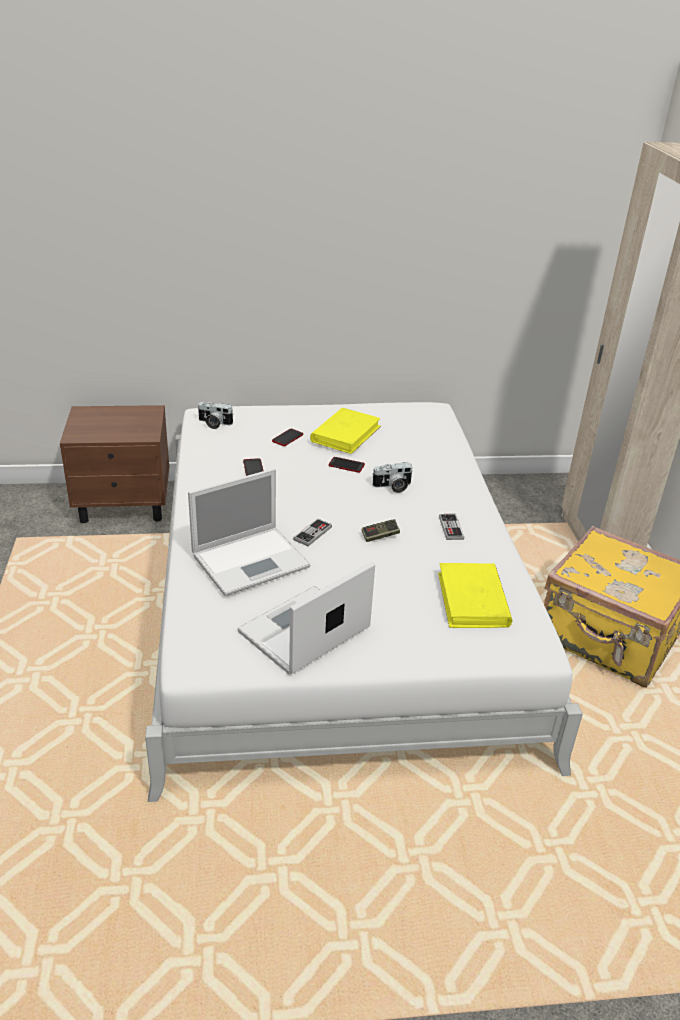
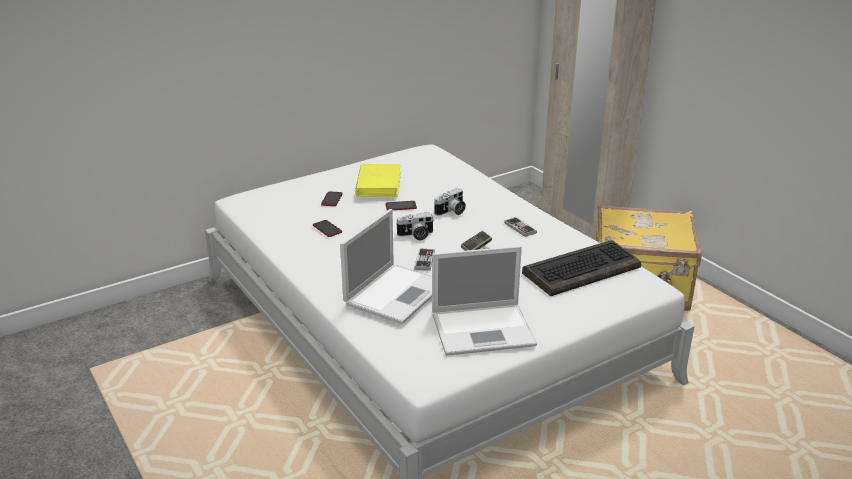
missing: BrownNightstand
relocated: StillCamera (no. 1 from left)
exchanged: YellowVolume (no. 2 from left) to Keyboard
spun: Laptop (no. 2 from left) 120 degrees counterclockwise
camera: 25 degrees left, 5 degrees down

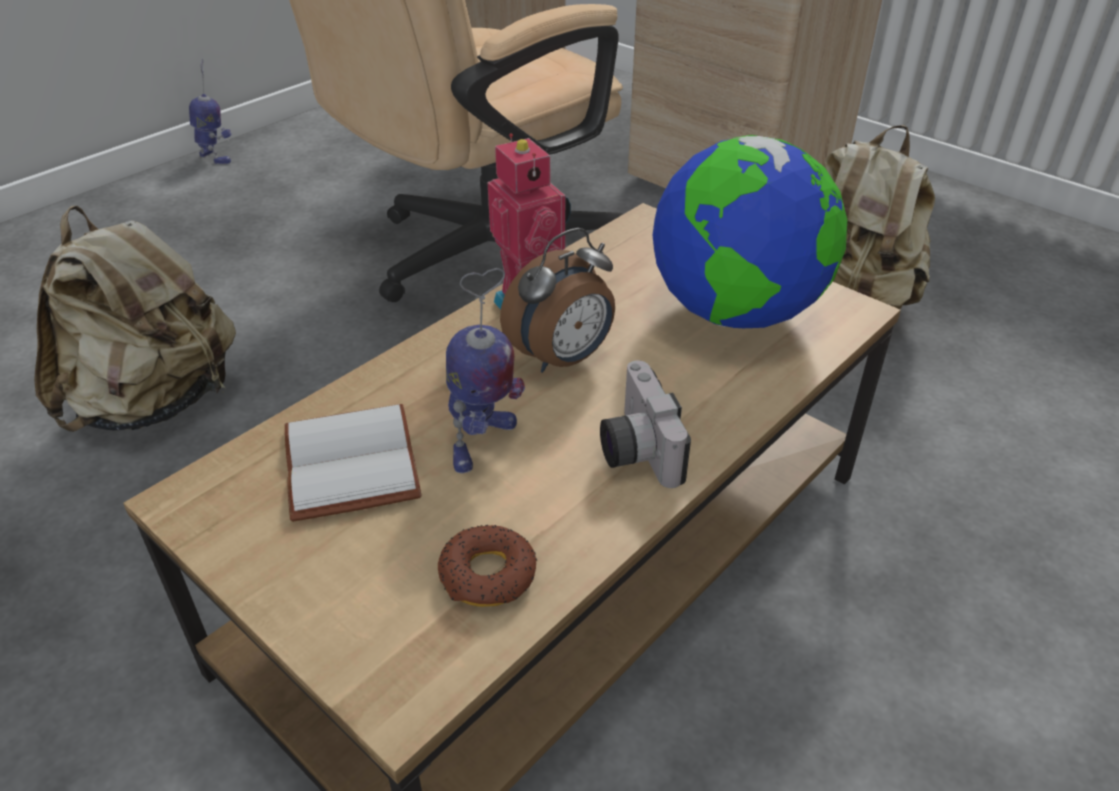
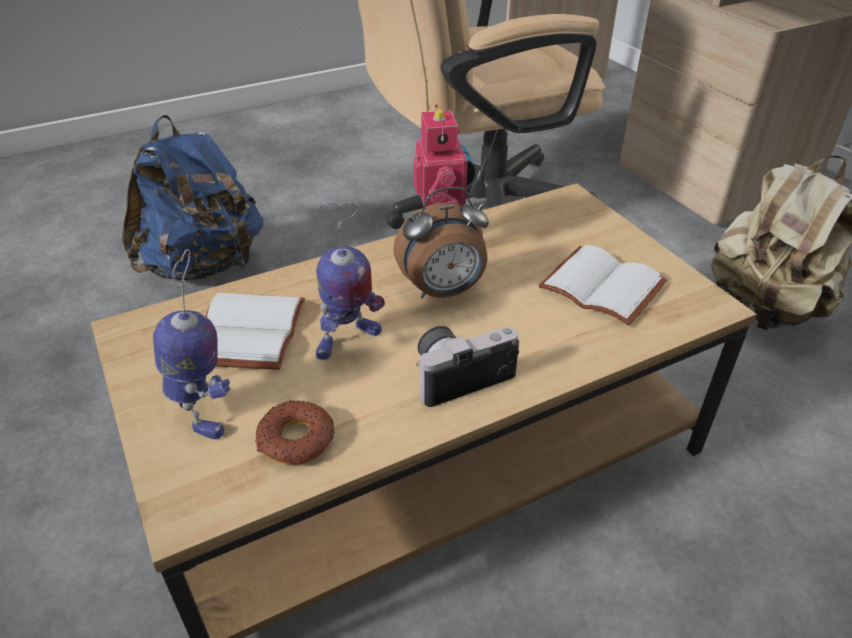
relocated: RobotFigure (no. 1 from left)
exchanged: DeskGlobe to WhiteColouredVolume (no. 2 from left)
colour: BeigeColouredRucksack (no. 1 from left) to BlueRucksack
spun: StillCamera 60 degrees clockwise
camera: 20 degrees right, 0 degrees up

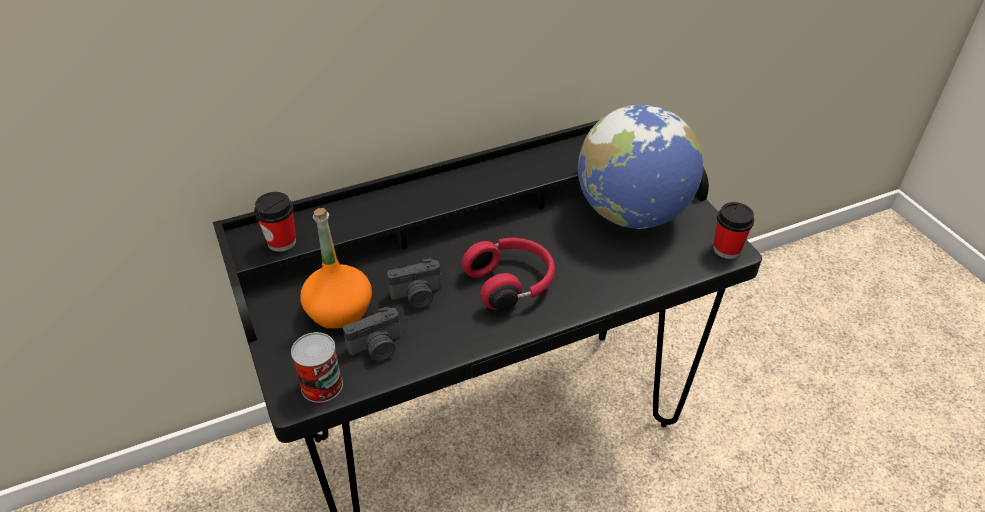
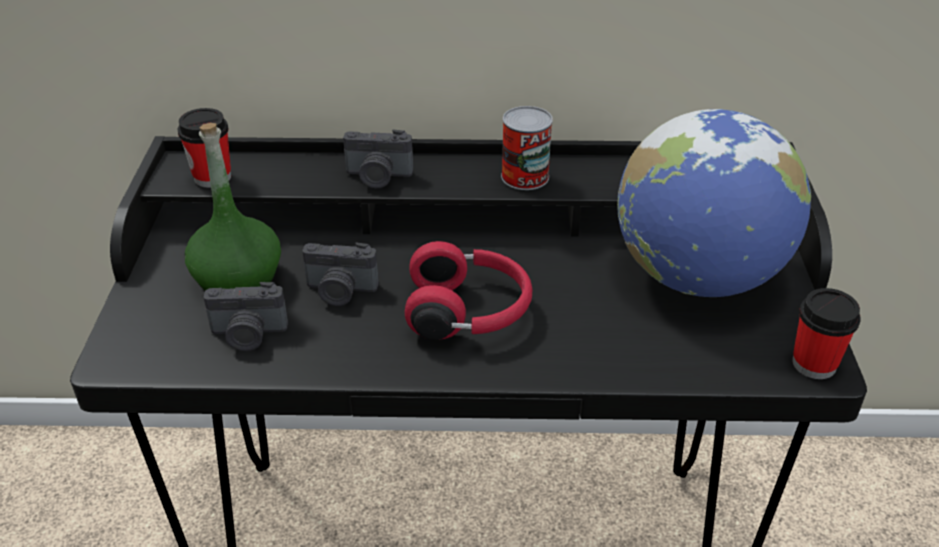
appeared: StillCamera (no. 3 from left)
relocated: Can
colour: OrangeColouredDrinkBottle to GreenColouredDrinkBottle
camera: 25 degrees right, 5 degrees down

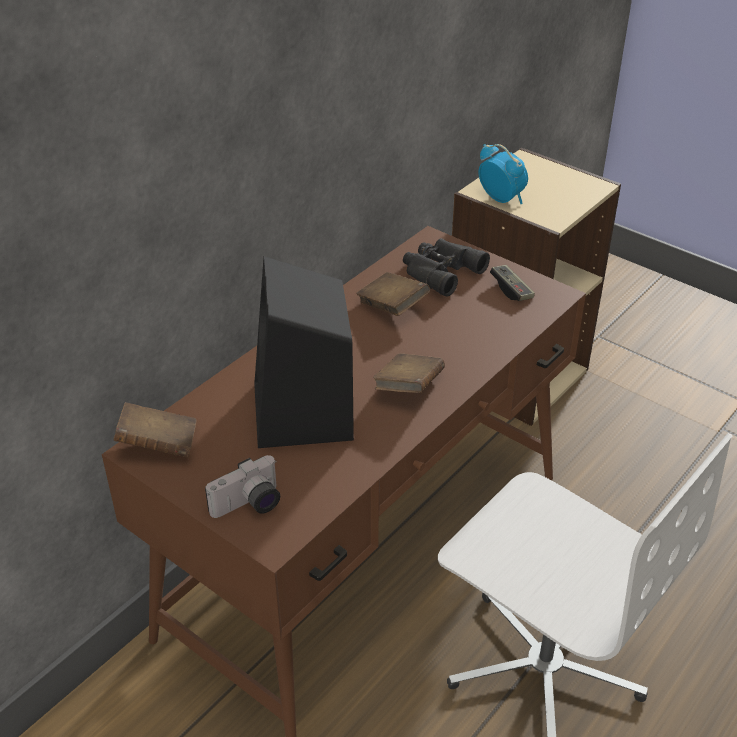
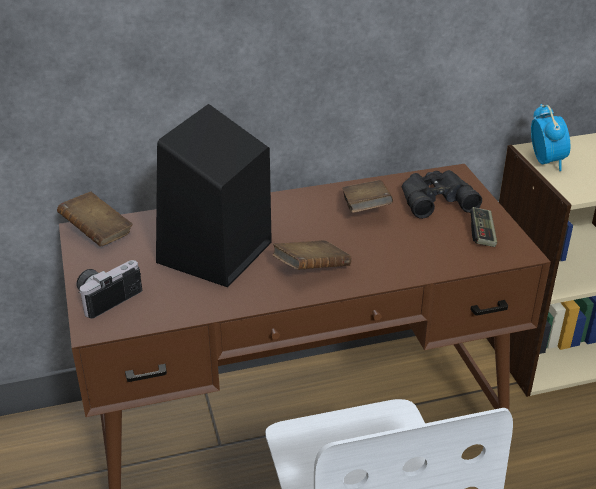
spun: StillCamera 135 degrees clockwise
camera: 35 degrees right, 5 degrees down

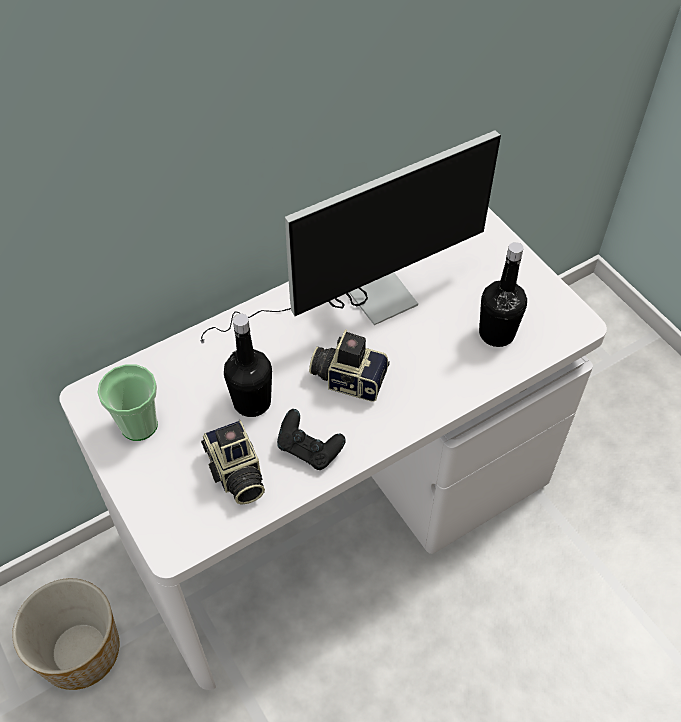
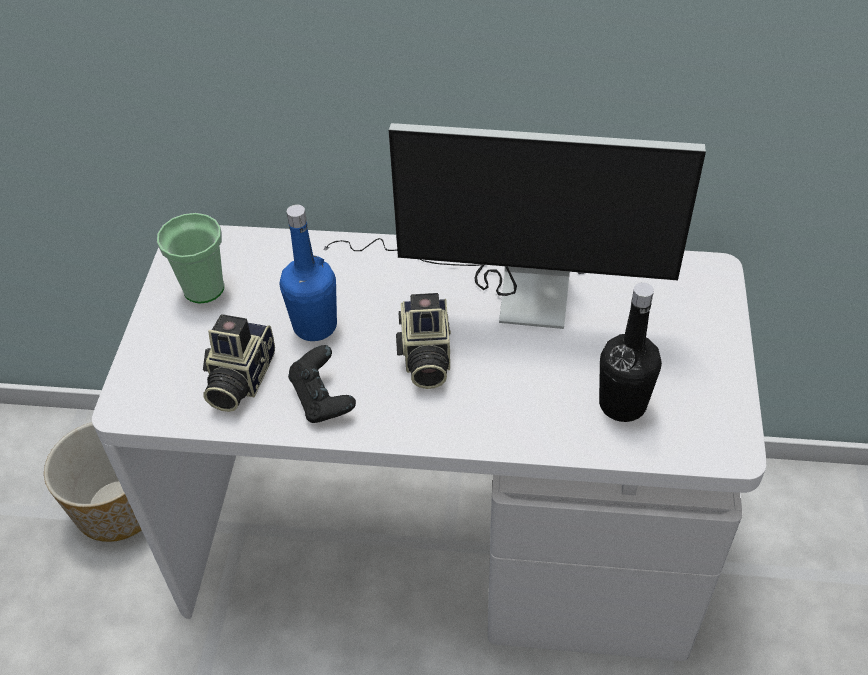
colour: BlackColouredDrinkBottle (no. 1 from left) to BlueDrinkBottle
spun: StillCamera (no. 2 from left) 150 degrees counterclockwise
camera: 40 degrees right, 5 degrees down

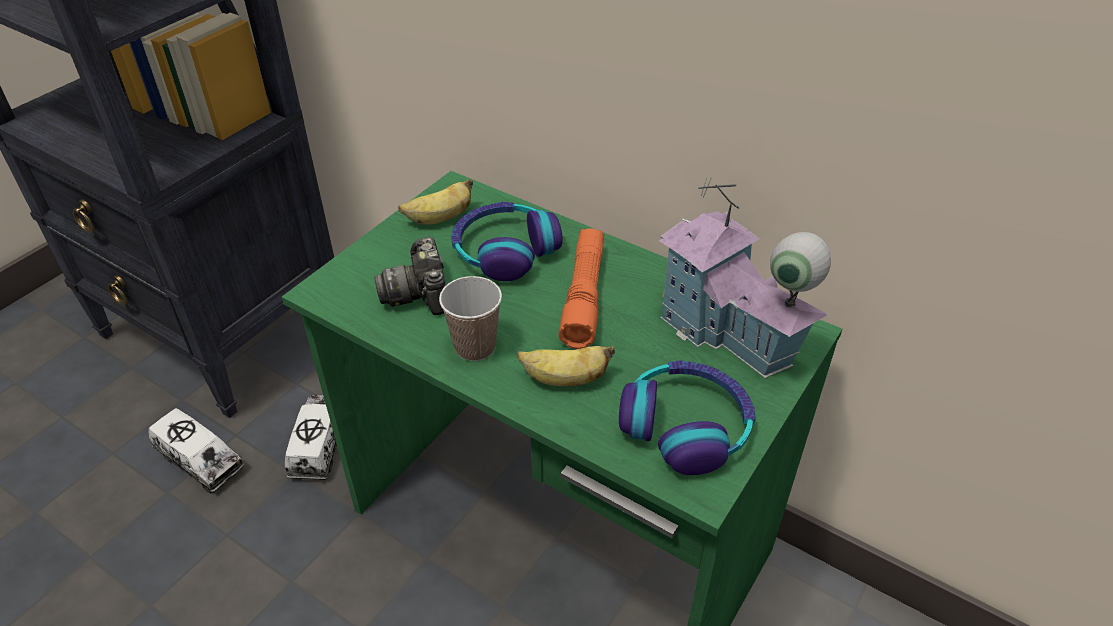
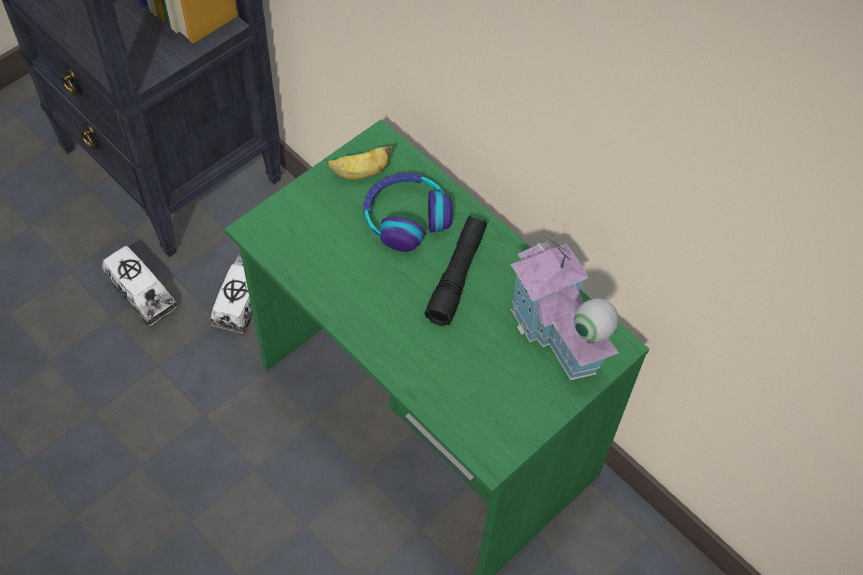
missing: StillCamera; Cup; BananaFruit (no. 2 from left); Headphones (no. 2 from left)
colour: OrangeColouredHandTorch to BlackColouredHandTorch
camera: 10 degrees right, 15 degrees up

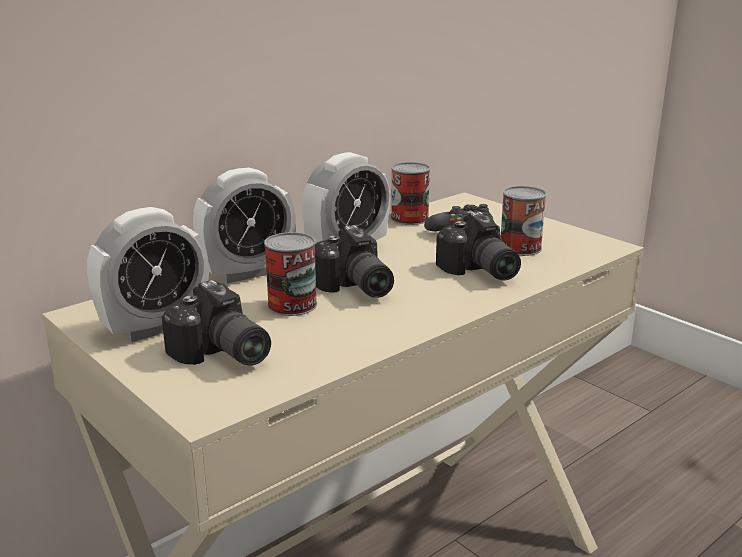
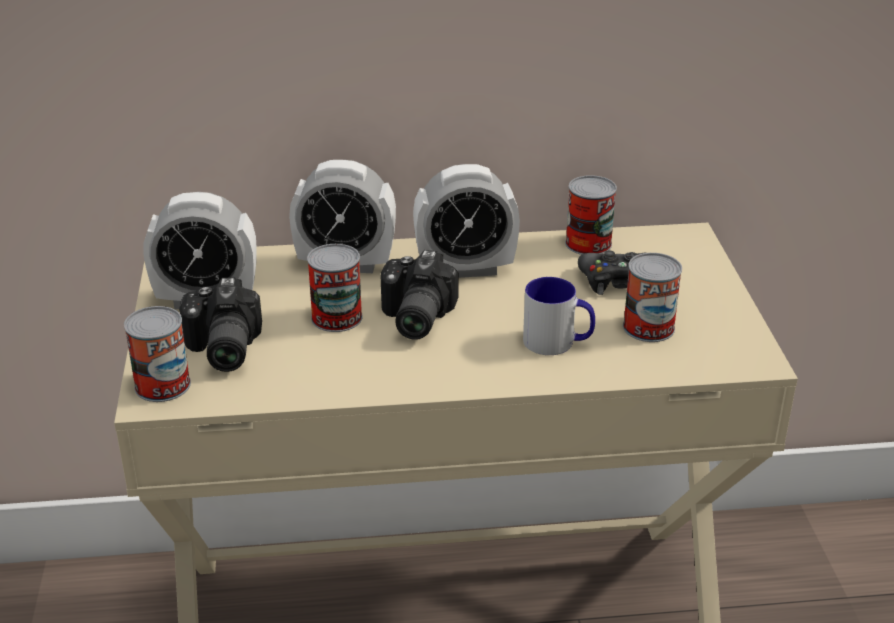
appeared: Can (no. 1 from left)
exchanged: StillCamera (no. 3 from left) to Mug
camera: 35 degrees right, 10 degrees up

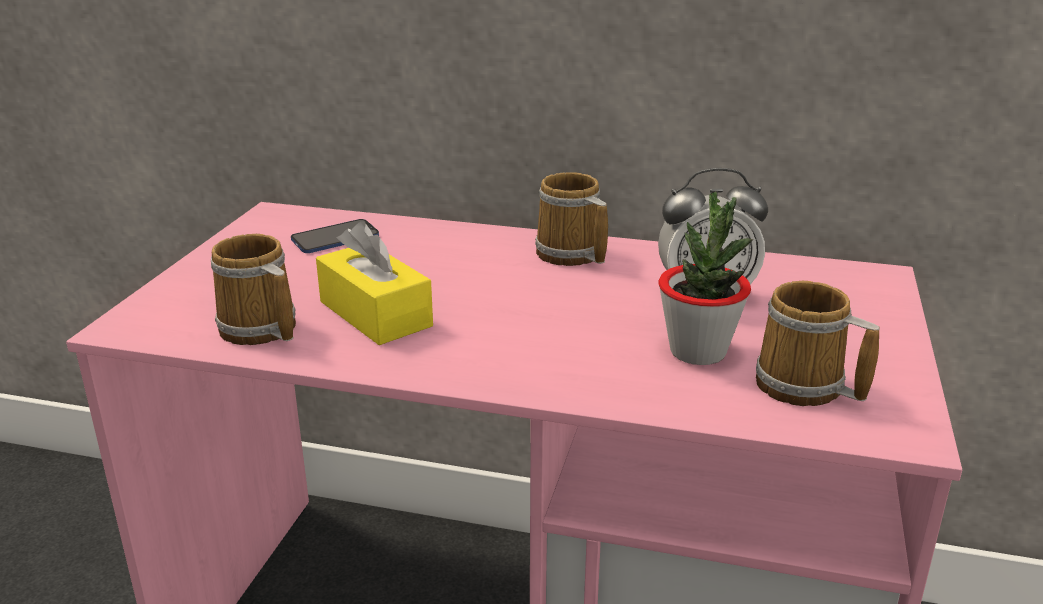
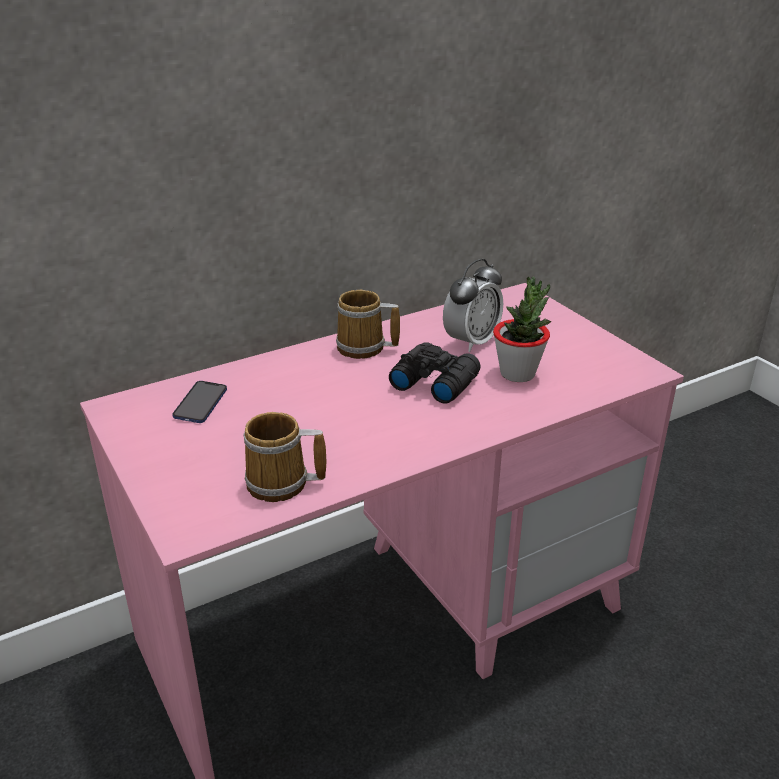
missing: YellowBoxOfTissues; Mug (no. 3 from left)
appeared: BlackColouredFieldGlasses
camera: 45 degrees left, 5 degrees up

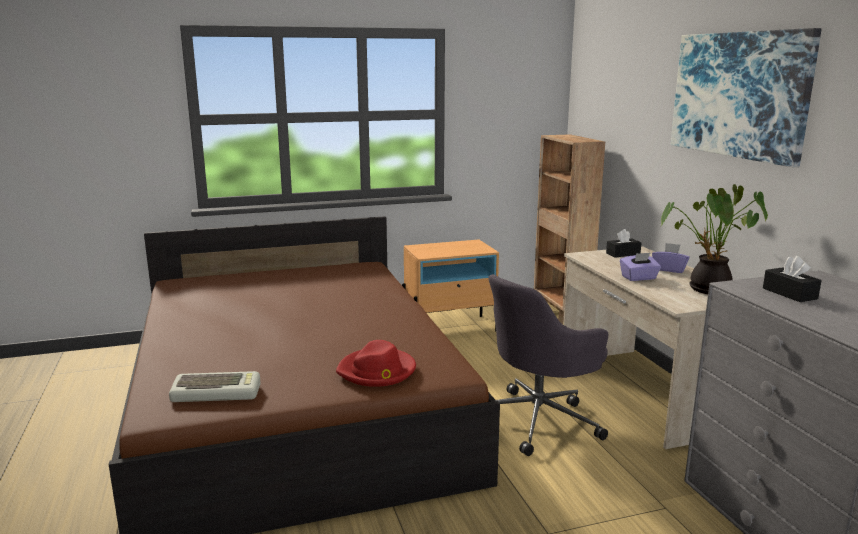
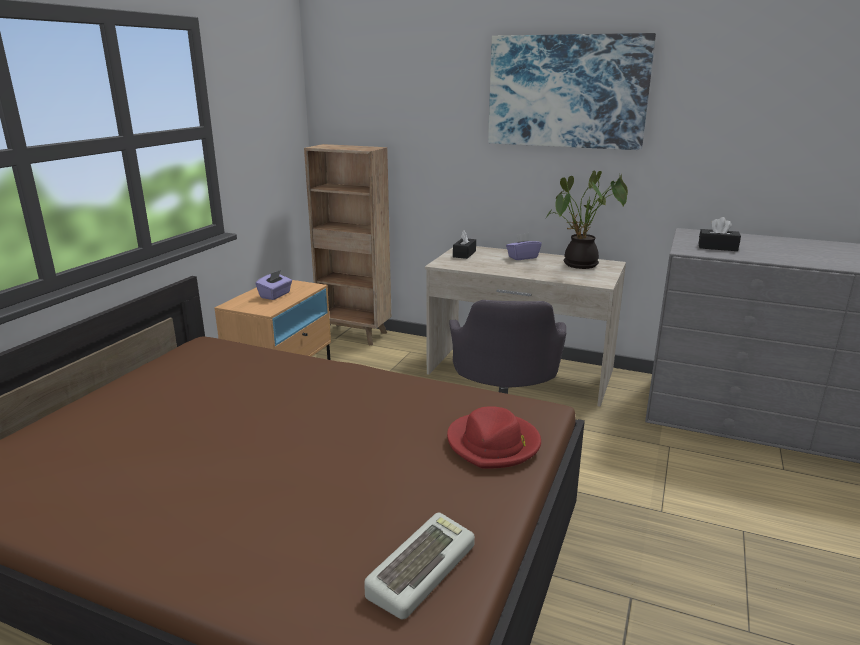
relocated: PurplishBoxOfTissues (no. 1 from left)
camera: 50 degrees left, 5 degrees up

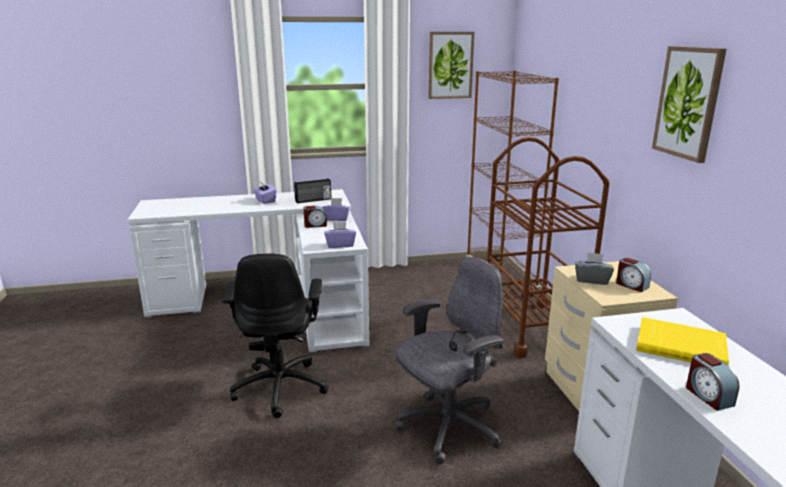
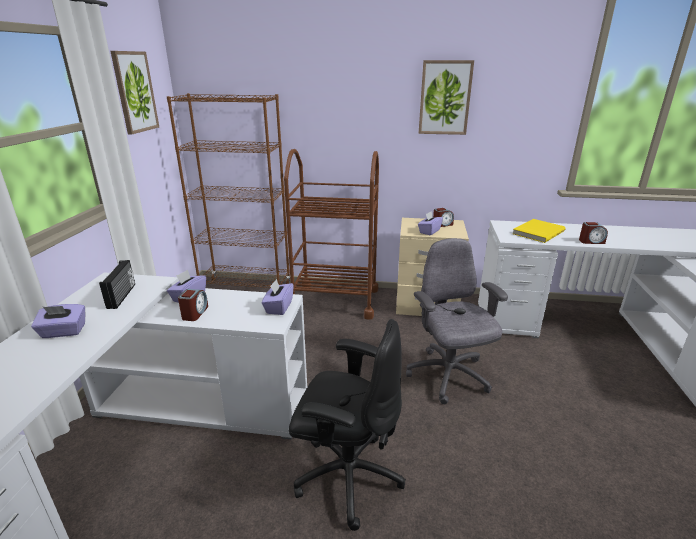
colour: GrayBoxOfTissues to PurplishBoxOfTissues (no. 4 from left)
camera: 70 degrees left, 5 degrees up

